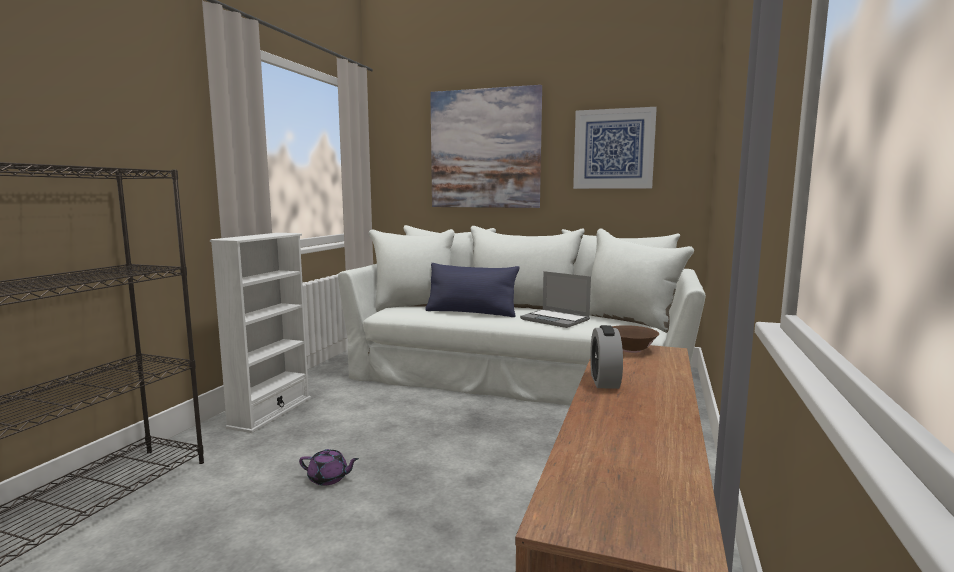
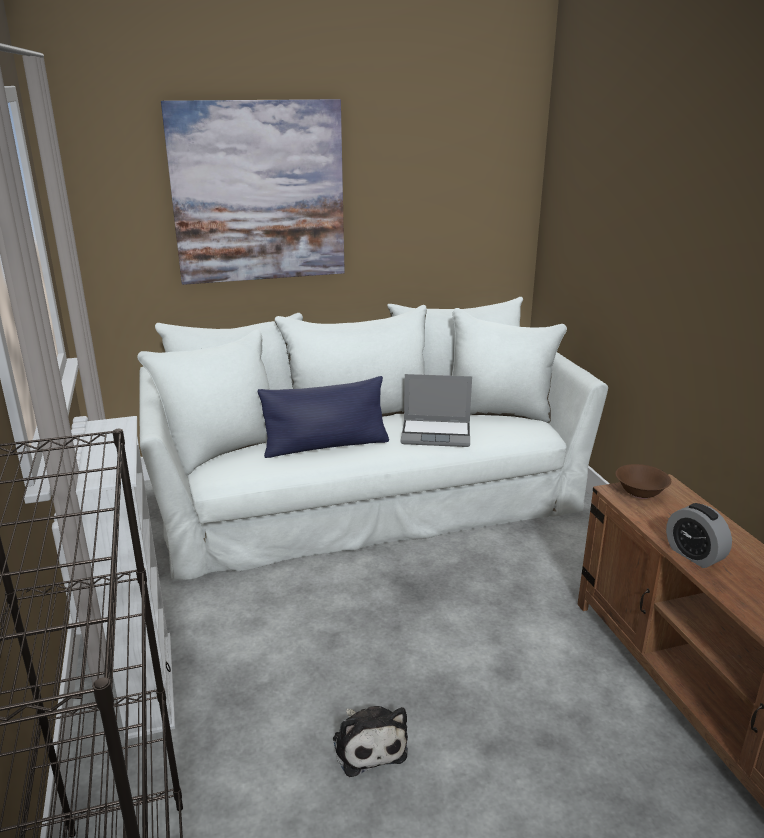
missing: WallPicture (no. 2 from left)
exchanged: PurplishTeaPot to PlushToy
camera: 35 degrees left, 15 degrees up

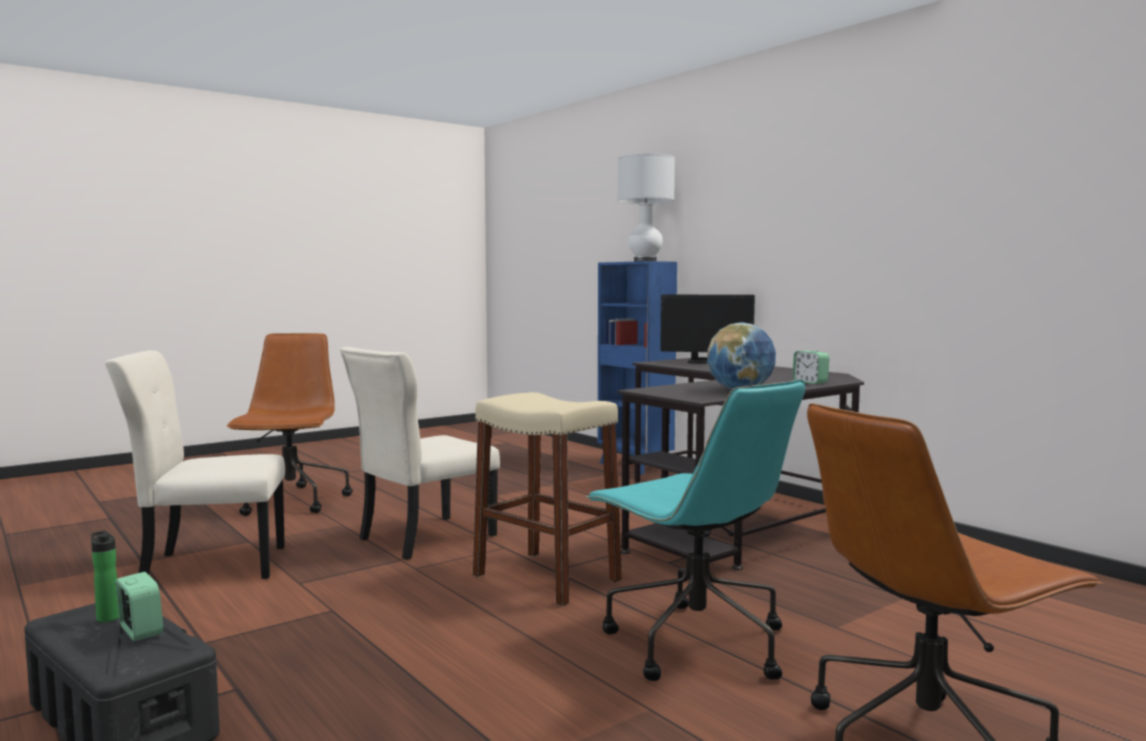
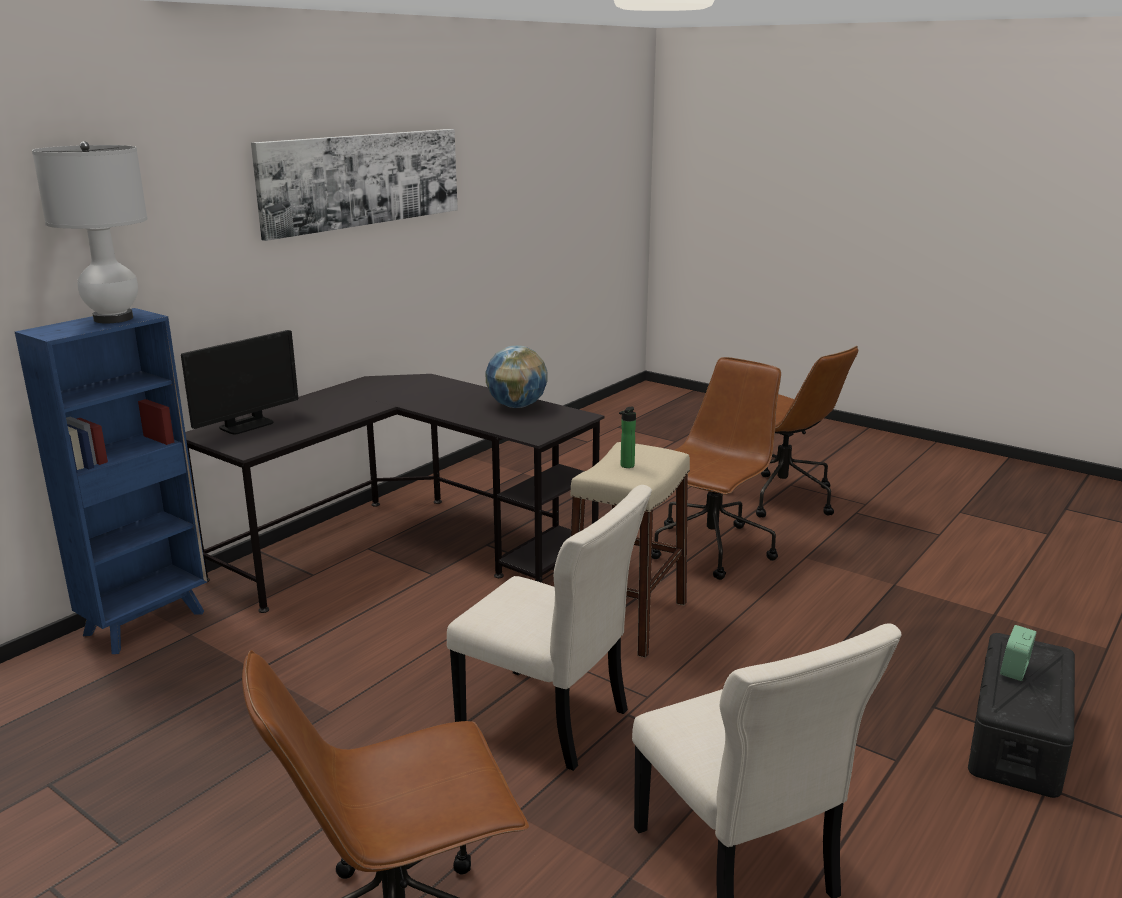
missing: TableClock (no. 2 from left)
appeared: WallPicture
relocated: DrinkBottle
colour: TurquoiseOfficeChair to BrownOfficeChair (no. 2 from left)
spun: ComputerDisplay 45 degrees clockwise
camera: 105 degrees left, 15 degrees up

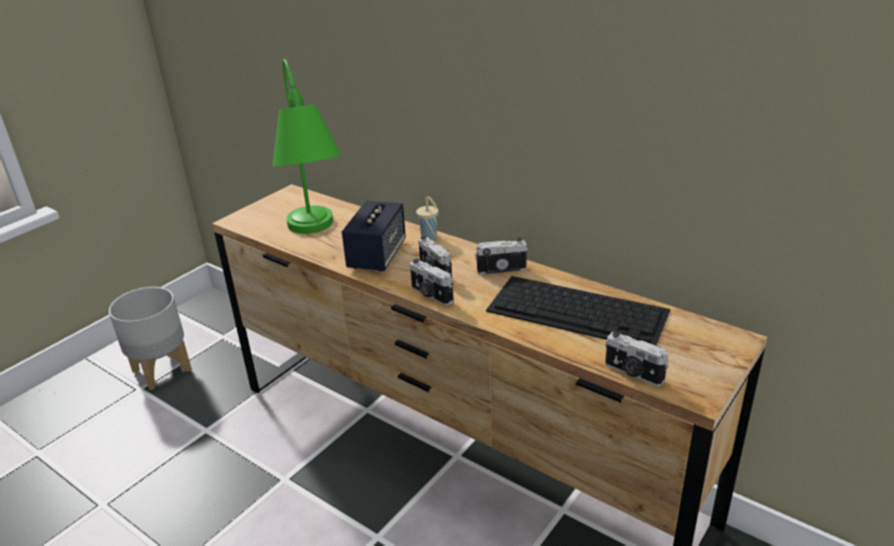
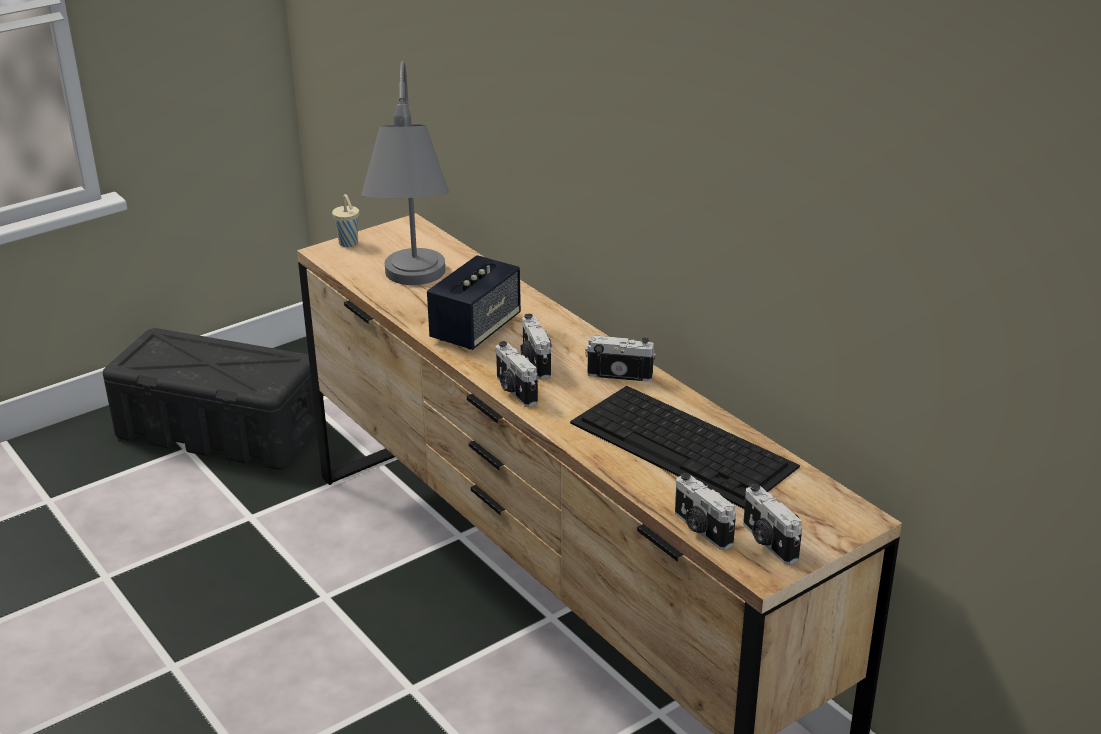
appeared: StillCamera (no. 5 from left)
relocated: BeigeColouredCup
exchanged: GrayPlanter to BlackColouredStorageBin
colour: GreenColouredLampForATable to GrayLampForATable
camera: 15 degrees right, 0 degrees up

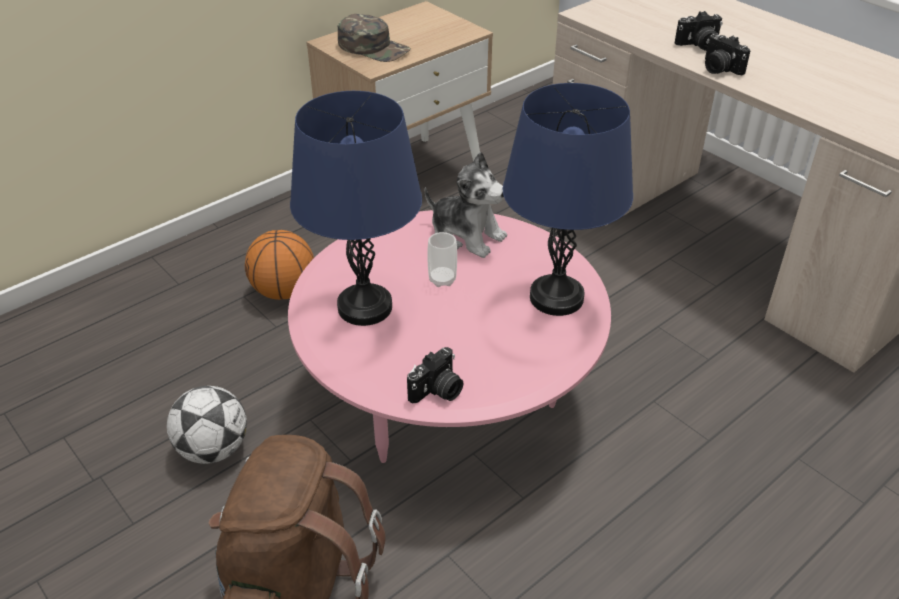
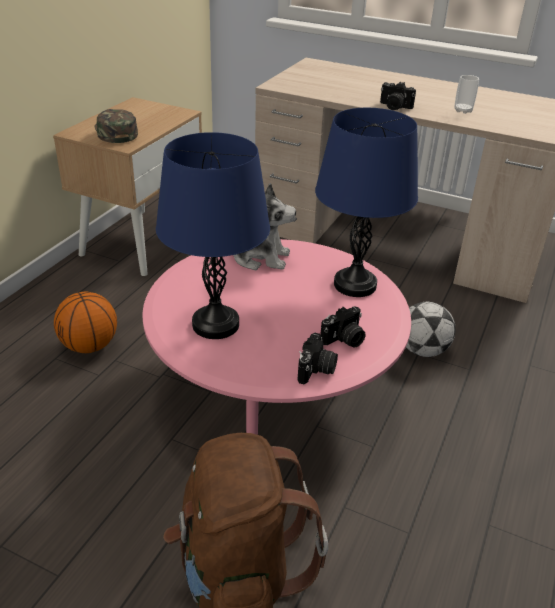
relocated: Football; Cup; StillCamera (no. 2 from left)
spun: GreenColouredPeakedCap 120 degrees counterclockwise
camera: 25 degrees left, 5 degrees down

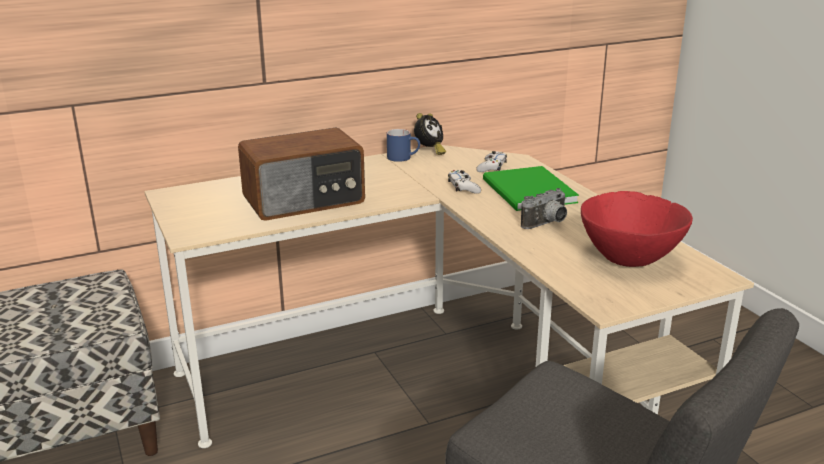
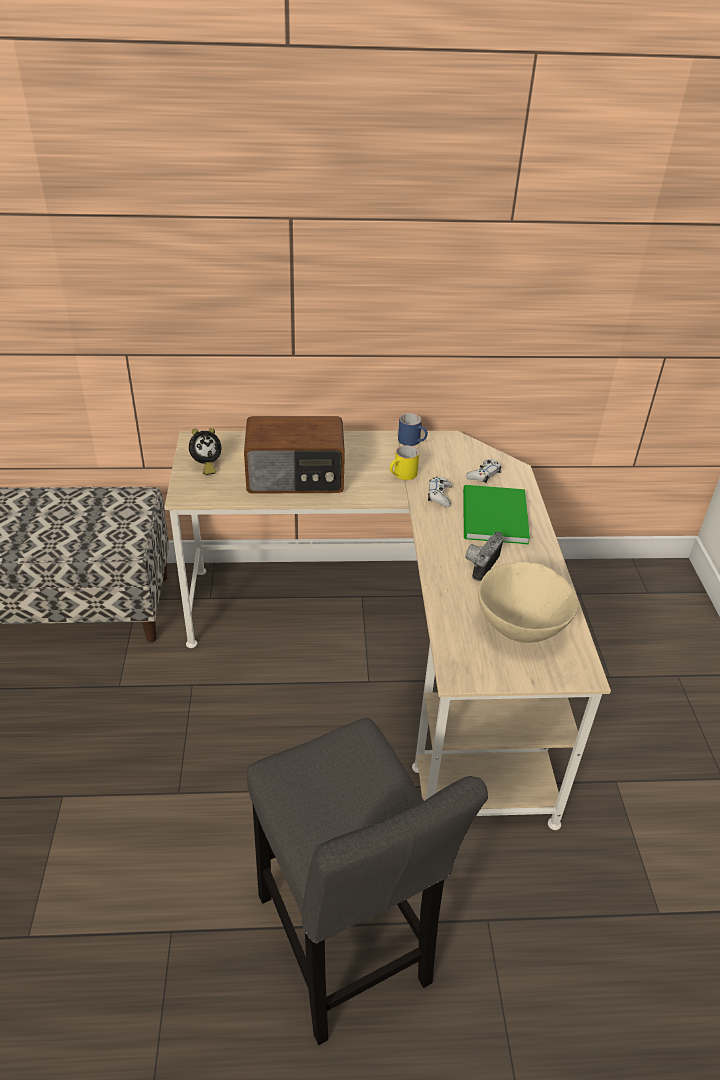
appeared: YellowMug
relocated: TableClock
colour: RedDeepDish to BeigeColouredDeepDish
spun: StillCamera 135 degrees clockwise
camera: 20 degrees right, 15 degrees up

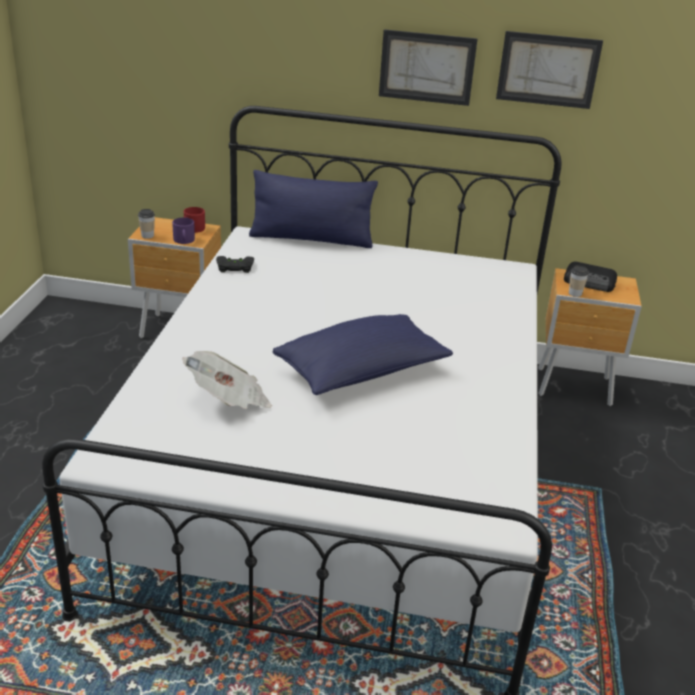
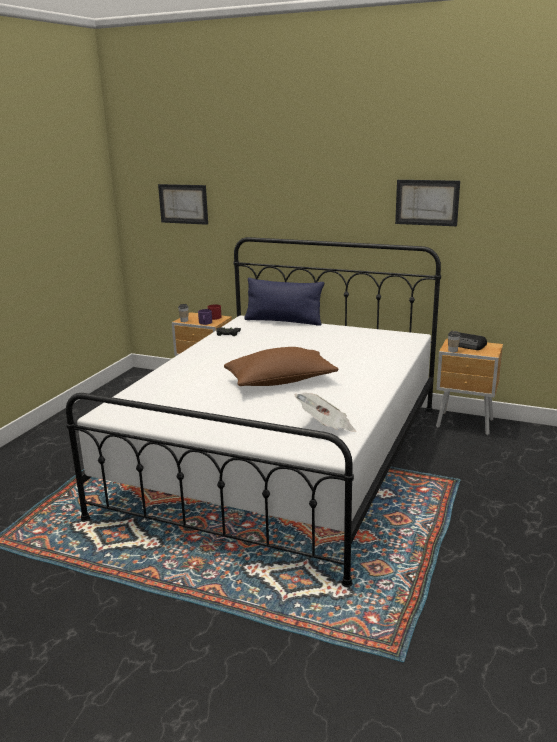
relocated: Newspaper; WallPicture (no. 1 from left)
colour: BlueCushion (no. 2 from left) to BrownCushion
camera: 15 degrees right, 10 degrees down

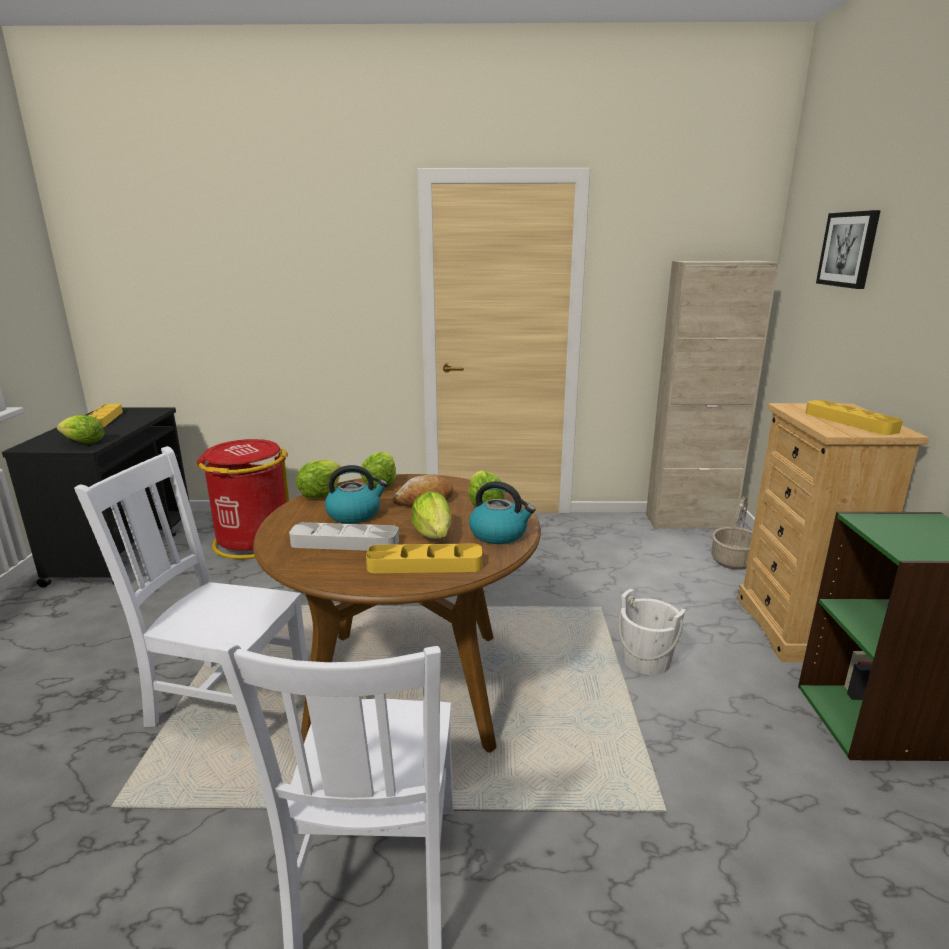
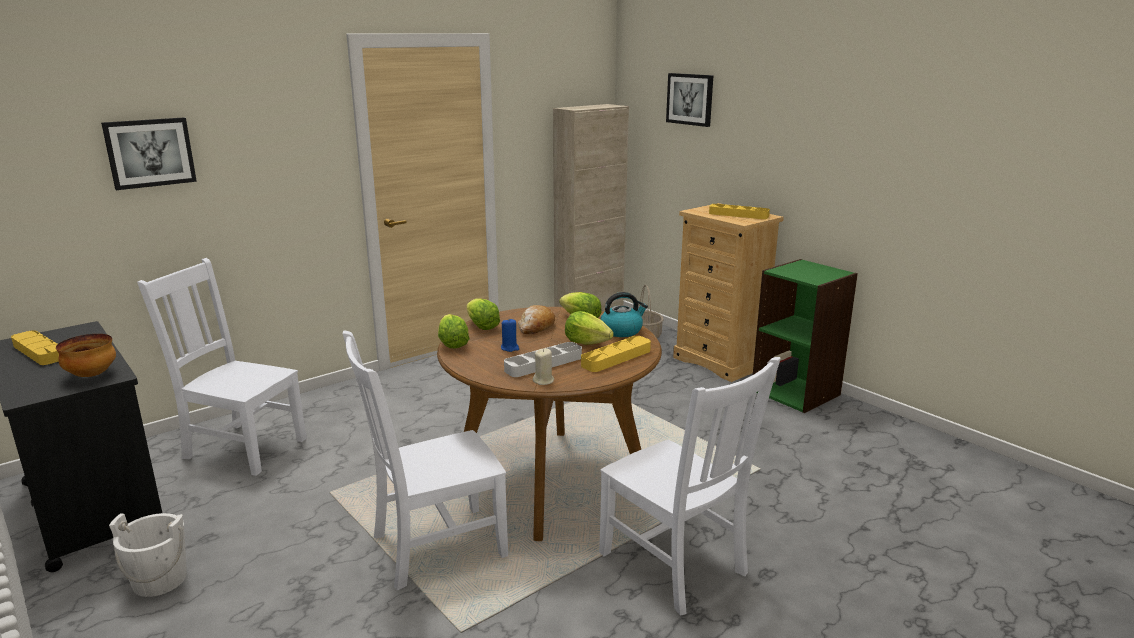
appeared: WallPicture (no. 1 from left); BeigeColouredWaxCandle
relocated: WhiteColouredWaterBucket
exchanged: LettuceHead (no. 1 from left) to DeepDish; RedWasteBin to WhiteColouredPlainChair (no. 1 from left); Kettle (no. 1 from left) to BlueWaxCandle
camera: 40 degrees left, 0 degrees up

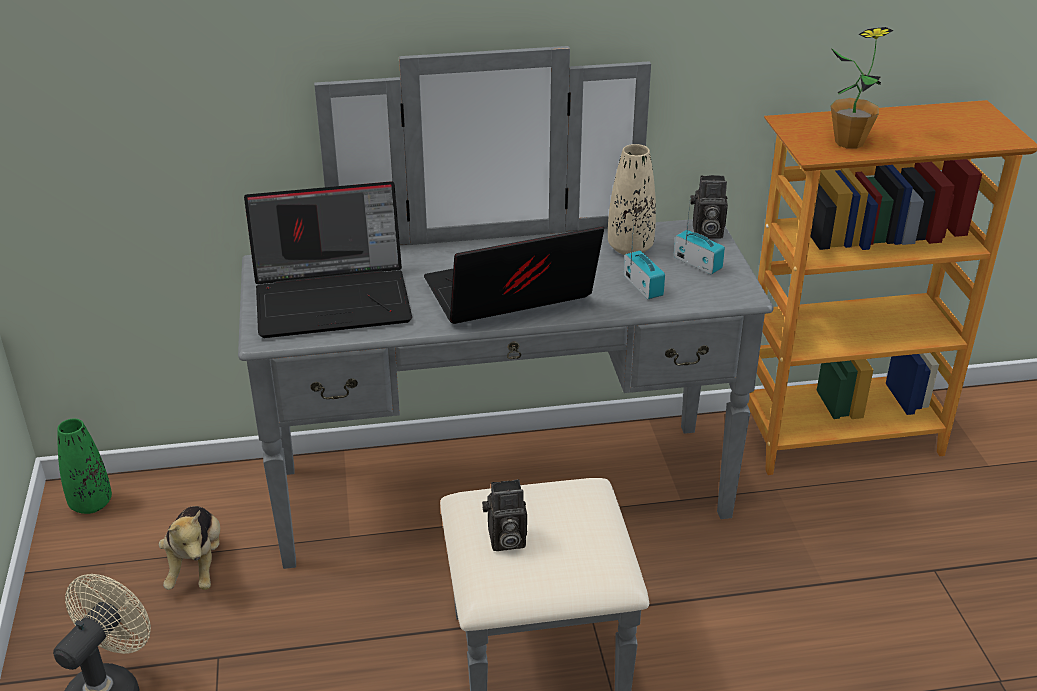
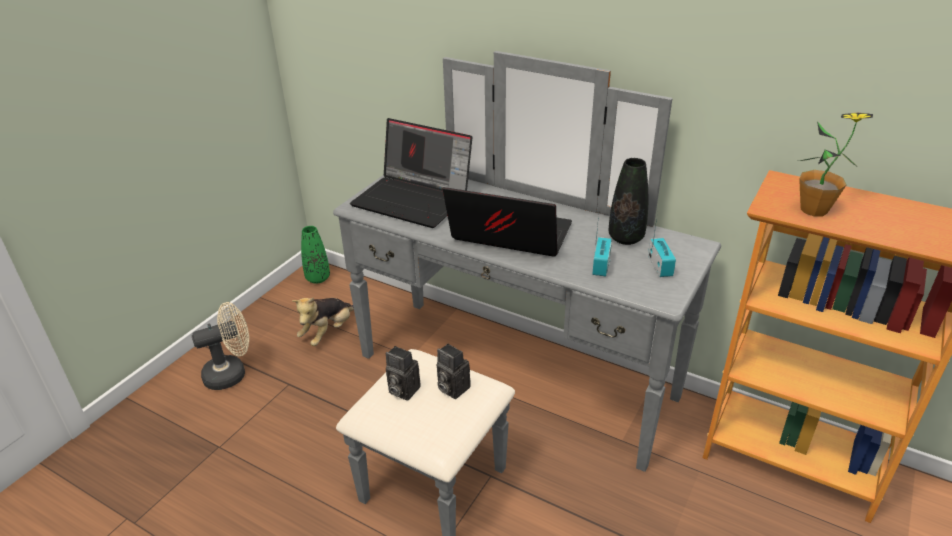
relocated: StillCamera (no. 2 from left)
colour: BeigeColouredVase to BlackColouredVase
camera: 40 degrees right, 0 degrees up

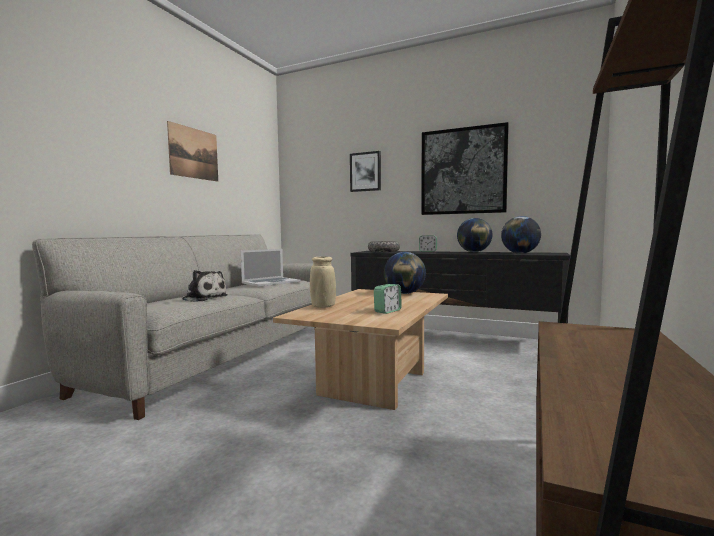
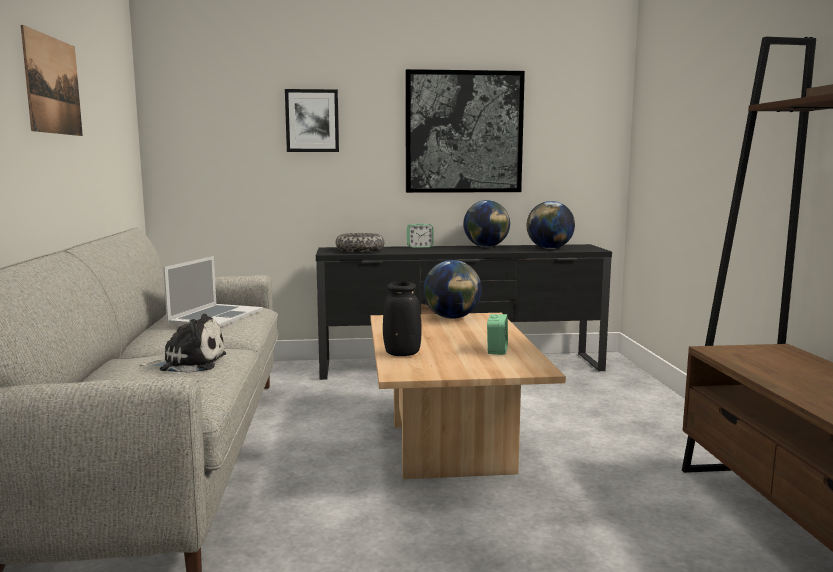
colour: BeigeColouredVase to BlackColouredVase
camera: 30 degrees left, 5 degrees up

